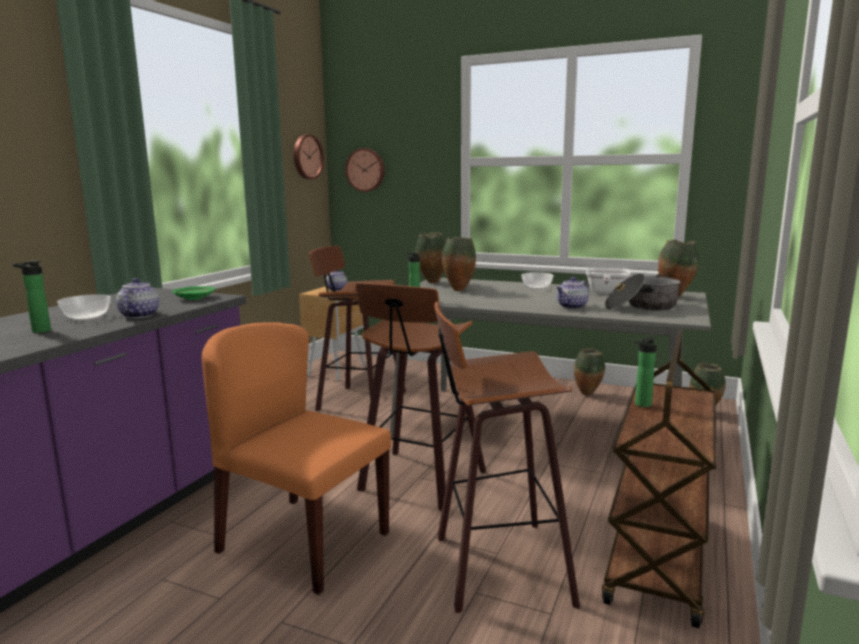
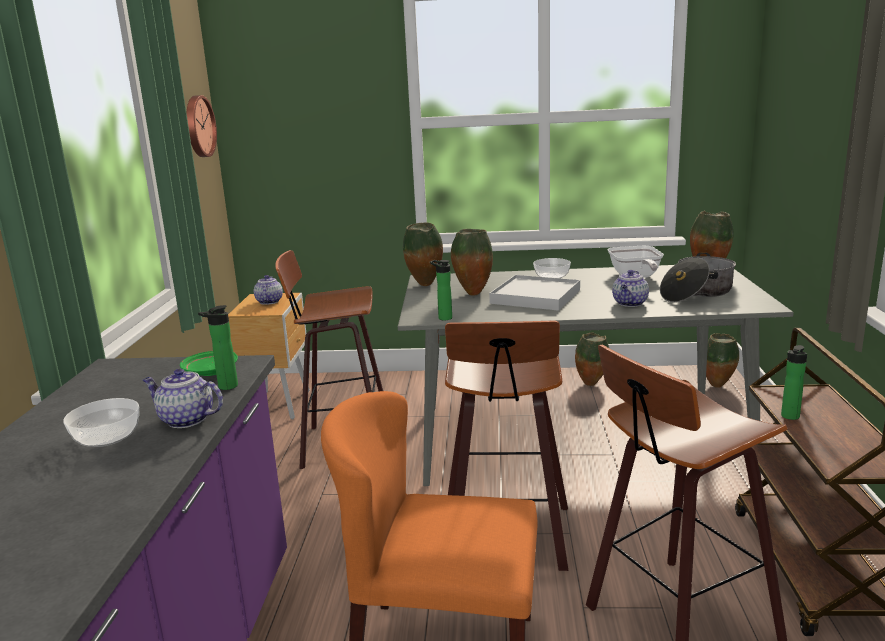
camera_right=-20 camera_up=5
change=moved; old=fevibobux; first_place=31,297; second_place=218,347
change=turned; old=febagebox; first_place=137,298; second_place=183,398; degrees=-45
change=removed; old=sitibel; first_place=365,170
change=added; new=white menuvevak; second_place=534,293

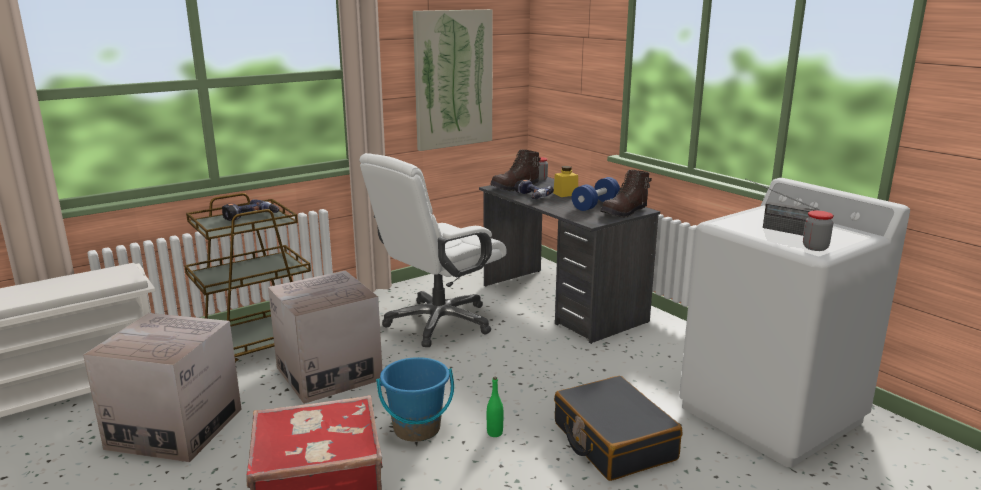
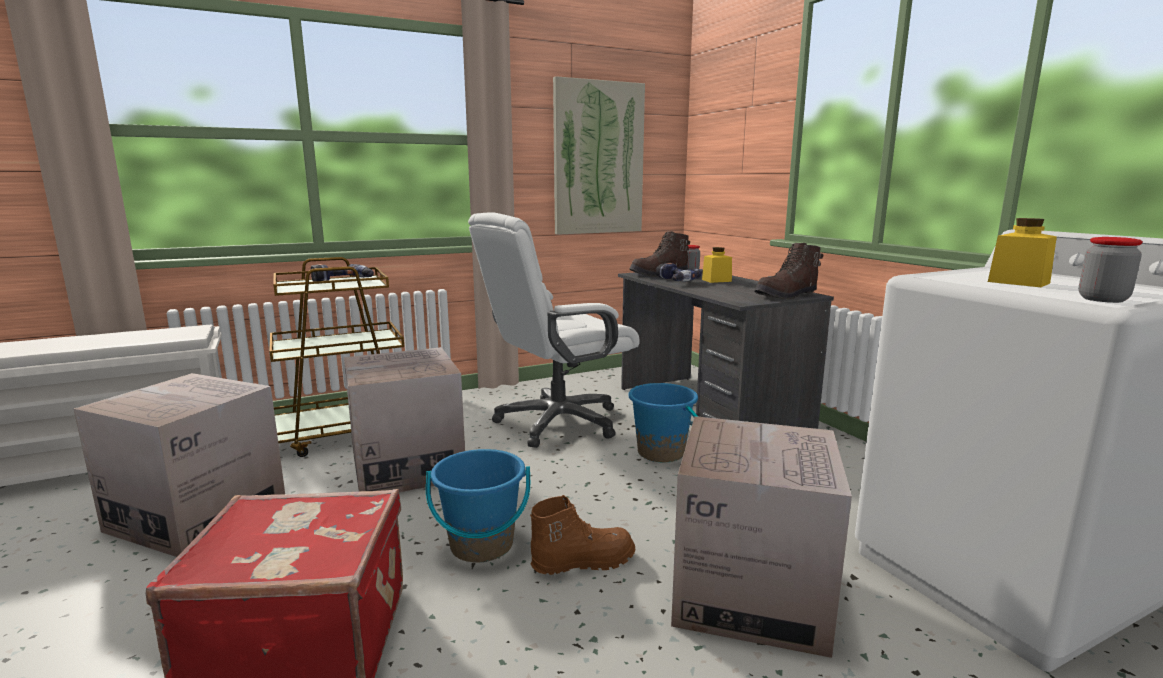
camera_right=10 camera_up=-5
change=replaced; old=green fevibobux; new=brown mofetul; first_place=495,407; second_place=582,535
change=replaced; old=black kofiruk; new=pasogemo; first_place=618,428; second_place=761,537
change=removed; old=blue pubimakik; first_place=596,194
change=replaced; old=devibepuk; new=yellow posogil; first_place=782,207; second_place=1022,252
change=added; new=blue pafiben; second_place=663,422

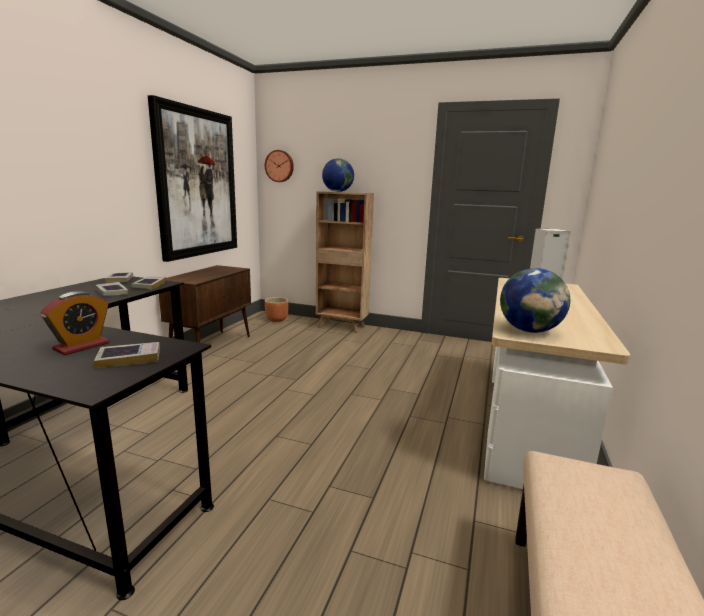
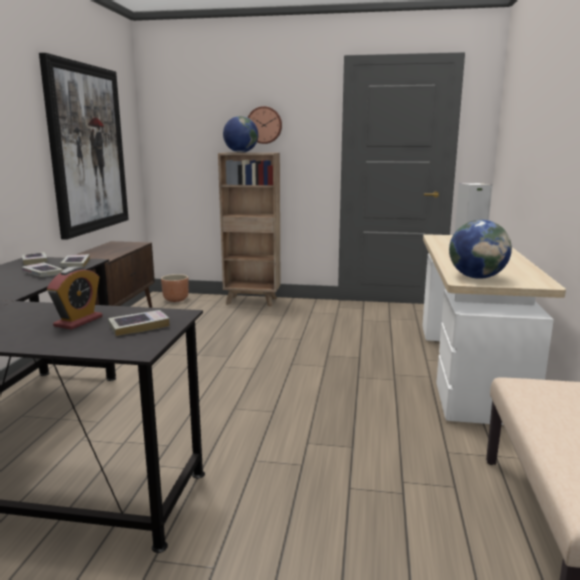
camera_right=-10 camera_up=0
change=moved; old=sitibel; first_place=279,166; second_place=265,125

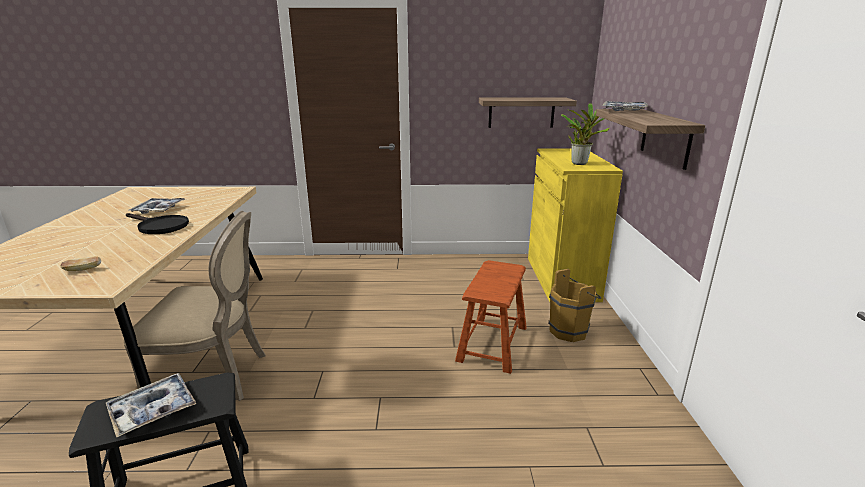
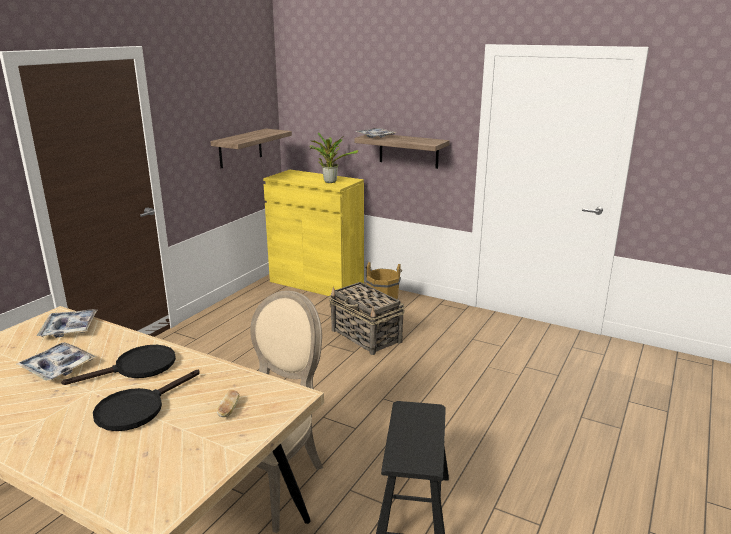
camera_right=-60 camera_up=0
change=moved; old=menuvevak; first_place=151,405; second_place=67,323
change=replaced; old=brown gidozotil; new=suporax; first_place=491,317; second_place=366,318
change=added; new=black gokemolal; second_place=146,400

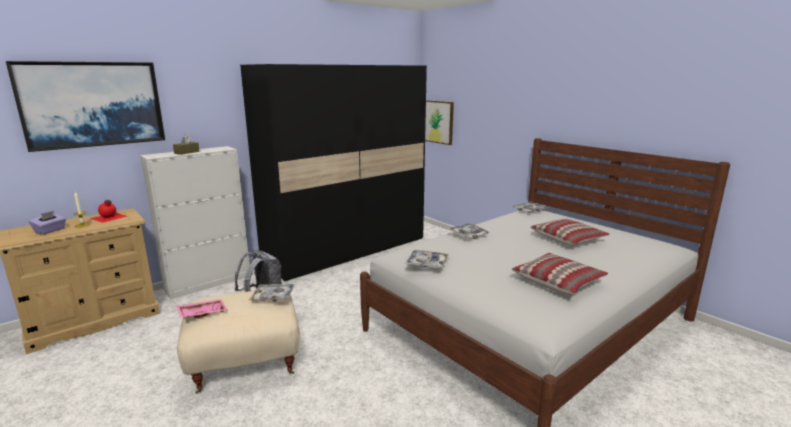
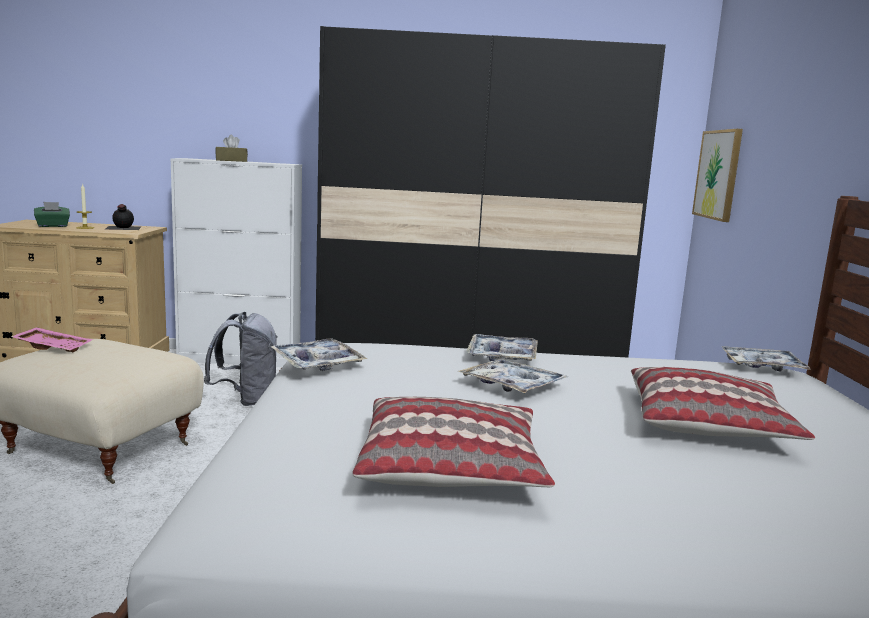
camera_right=40 camera_up=-5
change=removed; old=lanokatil; first_place=85,106
change=recoloured; old=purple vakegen; new=green vakegen; first_place=47,223; second_place=52,214
change=recoloured; old=red fevibobux; new=black fevibobux; first_place=109,211; second_place=122,217
change=moved; old=menuvevak; first_place=272,293; second_place=513,376

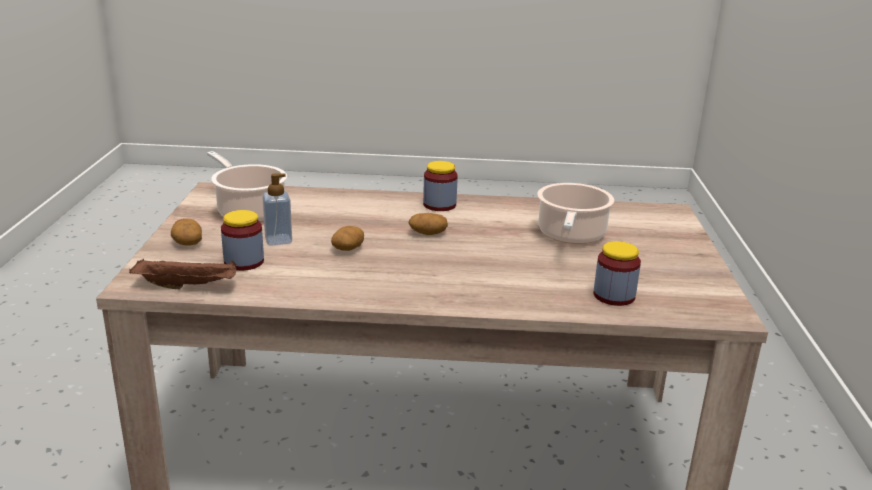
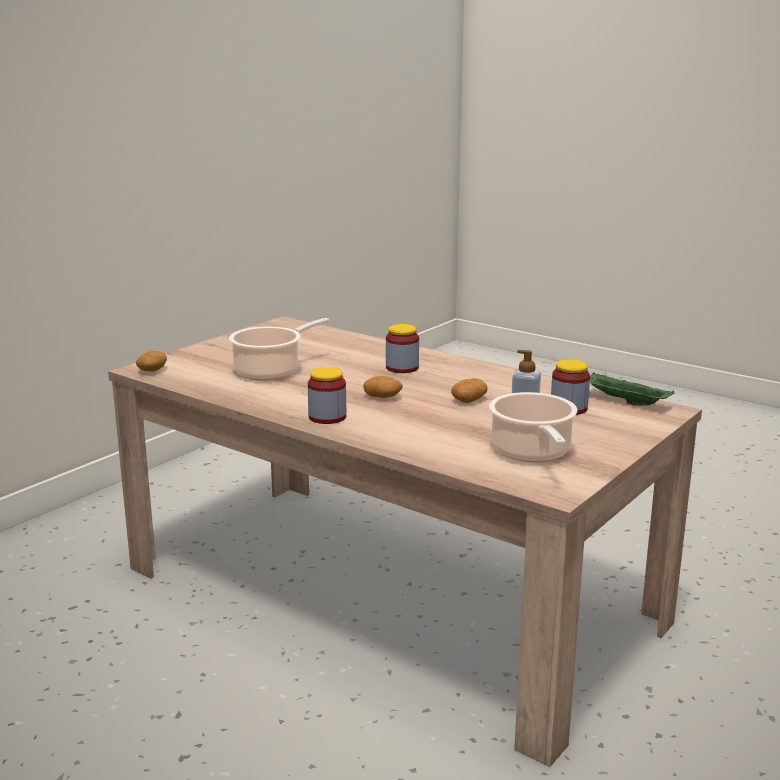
camera_right=-145 camera_up=-5
change=recoloured; old=brown menuvevak; new=green menuvevak; first_place=182,274; second_place=632,389
change=moved; old=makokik; first_place=186,232; second_place=151,361
change=moved; old=posogil; first_place=617,273; second_place=402,348

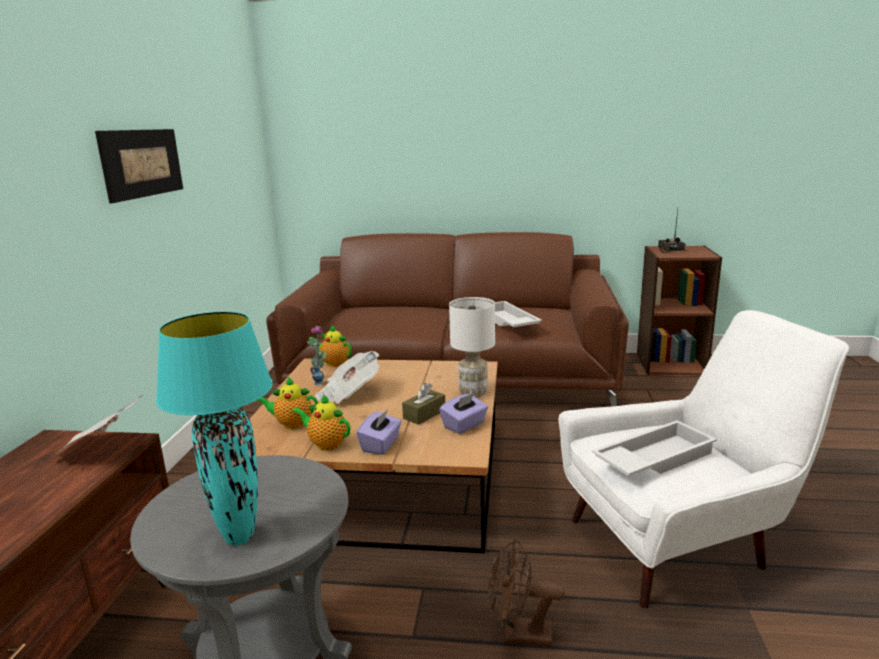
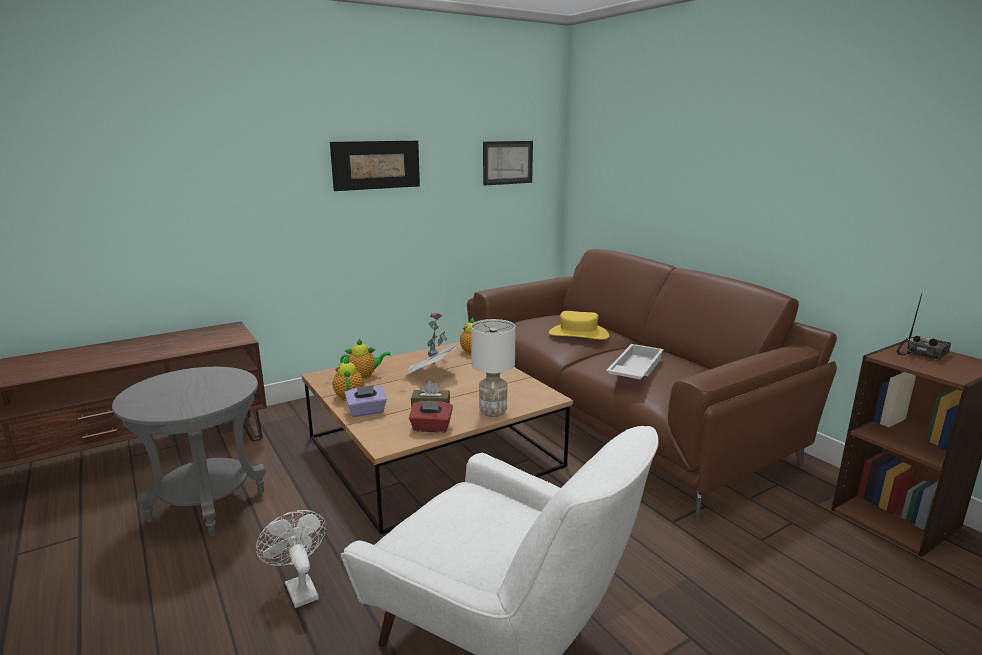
camera_right=50 camera_up=0
change=removed; old=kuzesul; first_place=100,424
change=removed; old=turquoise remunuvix; first_place=214,428
change=turned; old=febagebox; first_place=287,403; second_place=365,359; degrees=120
change=recoloured; old=purple vakegen; new=red vakegen; first_place=463,413; second_place=431,417
change=recoloured; old=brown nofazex; new=white nofazex; first_place=526,593; second_place=291,559
change=removed; old=white menuvevak; first_place=654,448
change=added; new=lanokatil; second_place=508,163
change=added; new=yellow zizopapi; second_place=579,325

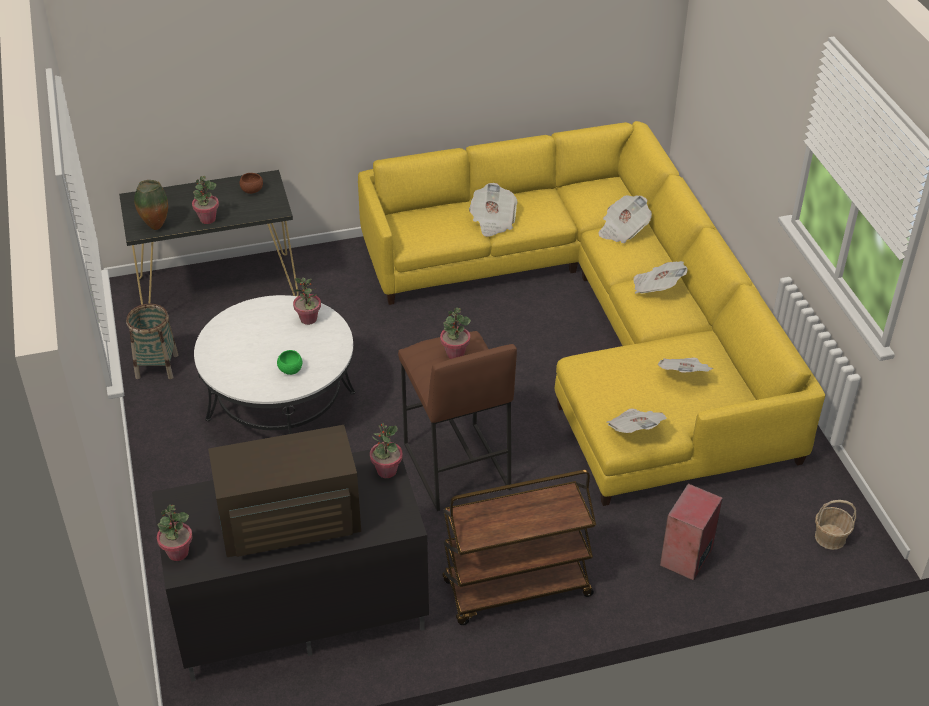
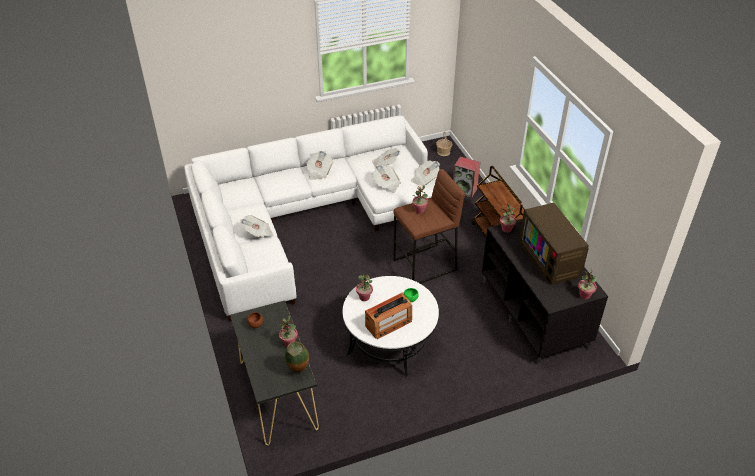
camera_right=-95 camera_up=0
change=removed; old=suporax; first_place=152,341
change=recoloured; old=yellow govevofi; new=white govevofi; first_place=591,313; second_place=310,218
change=moved; old=kuzesul; first_place=625,219; second_place=387,179
change=added; new=devibepuk; second_place=388,316

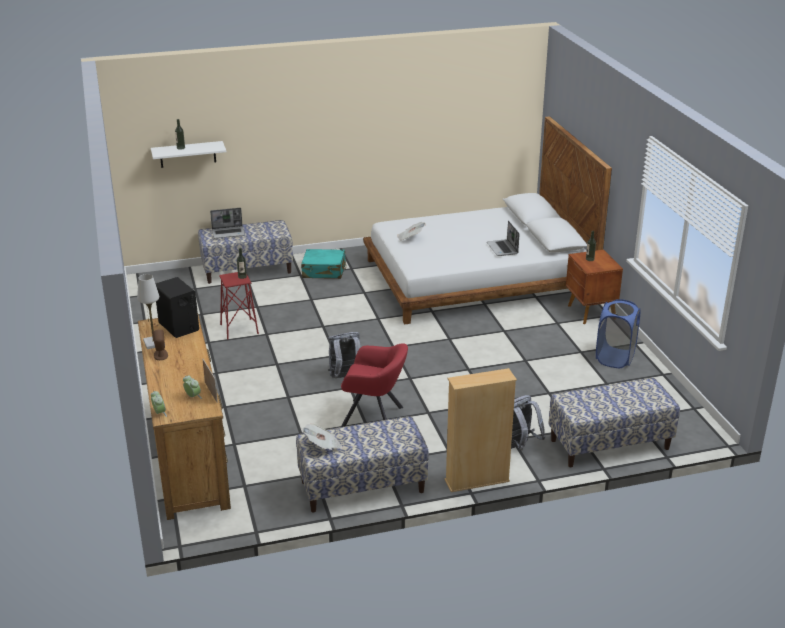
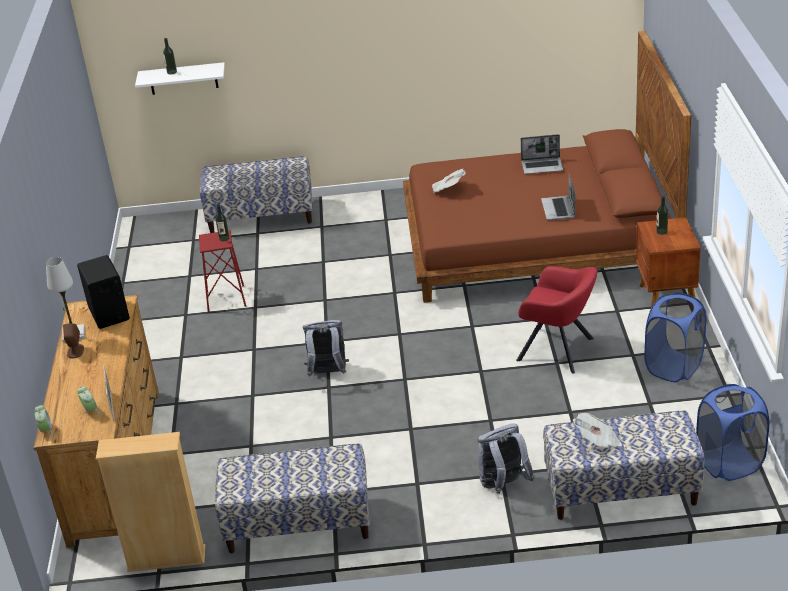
camera_right=15 camera_up=5
change=moved; old=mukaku; first_place=227,223; second_place=542,154
change=removed; old=turquoise kofiruk; first_place=323,264
change=moved; old=kuzesul; first_place=322,437; second_place=597,430
change=moved; old=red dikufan; first_place=374,385; second_place=556,319
change=recoloured; old=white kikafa; new=brown kikafa; first_place=487,220; second_place=547,166
change=moved; old=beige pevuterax; first_place=480,430; second_place=151,502
change=added; new=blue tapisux; second_place=732,432

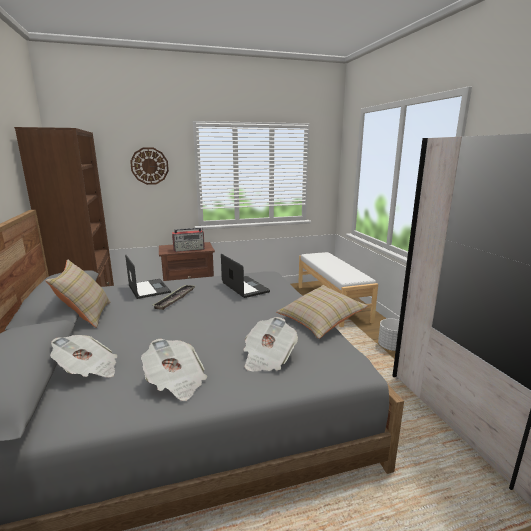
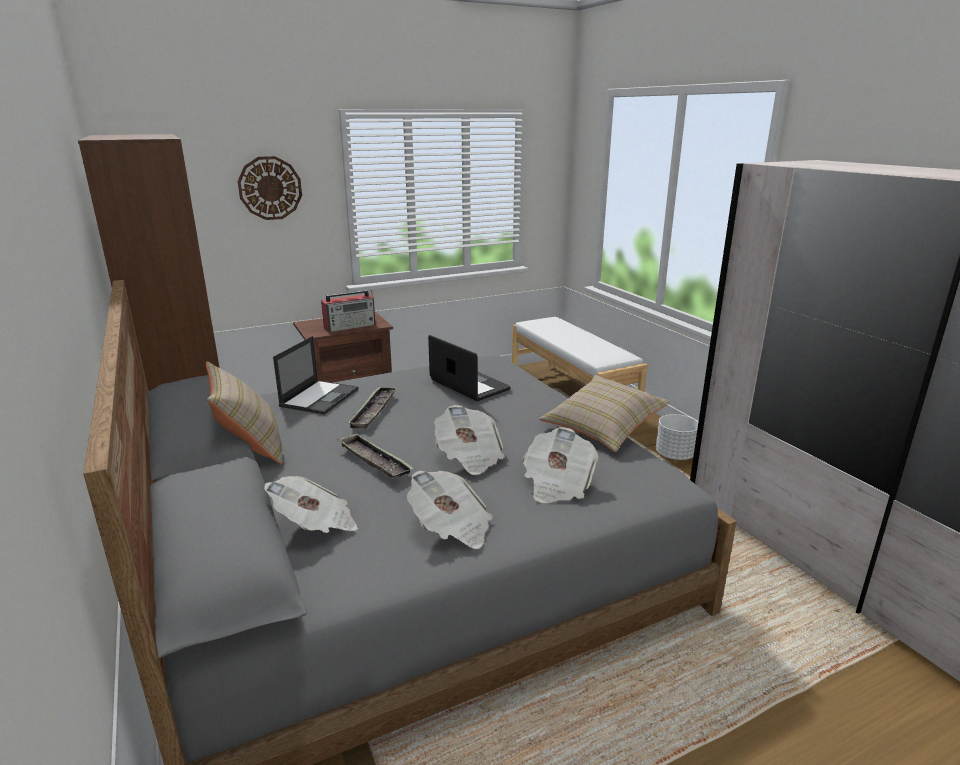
camera_right=-10 camera_up=5
change=turned; old=mukaku; first_place=148,277; second_place=315,375; degrees=60
change=added; new=menuvevak; second_place=375,455
change=added; new=kuzesul; second_place=469,440

